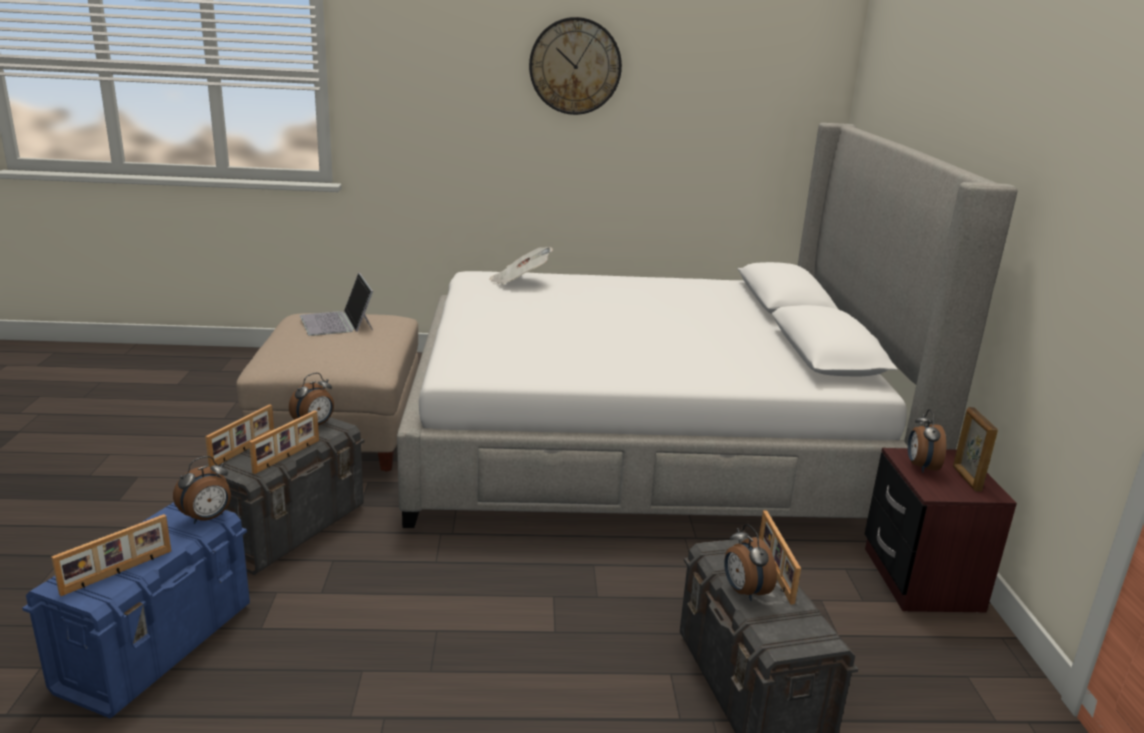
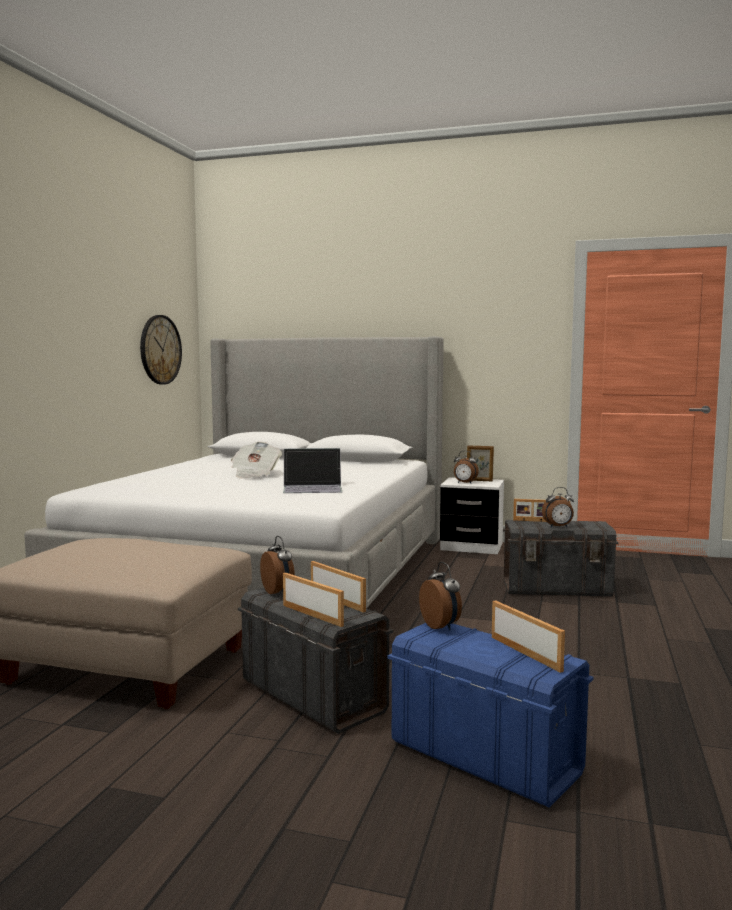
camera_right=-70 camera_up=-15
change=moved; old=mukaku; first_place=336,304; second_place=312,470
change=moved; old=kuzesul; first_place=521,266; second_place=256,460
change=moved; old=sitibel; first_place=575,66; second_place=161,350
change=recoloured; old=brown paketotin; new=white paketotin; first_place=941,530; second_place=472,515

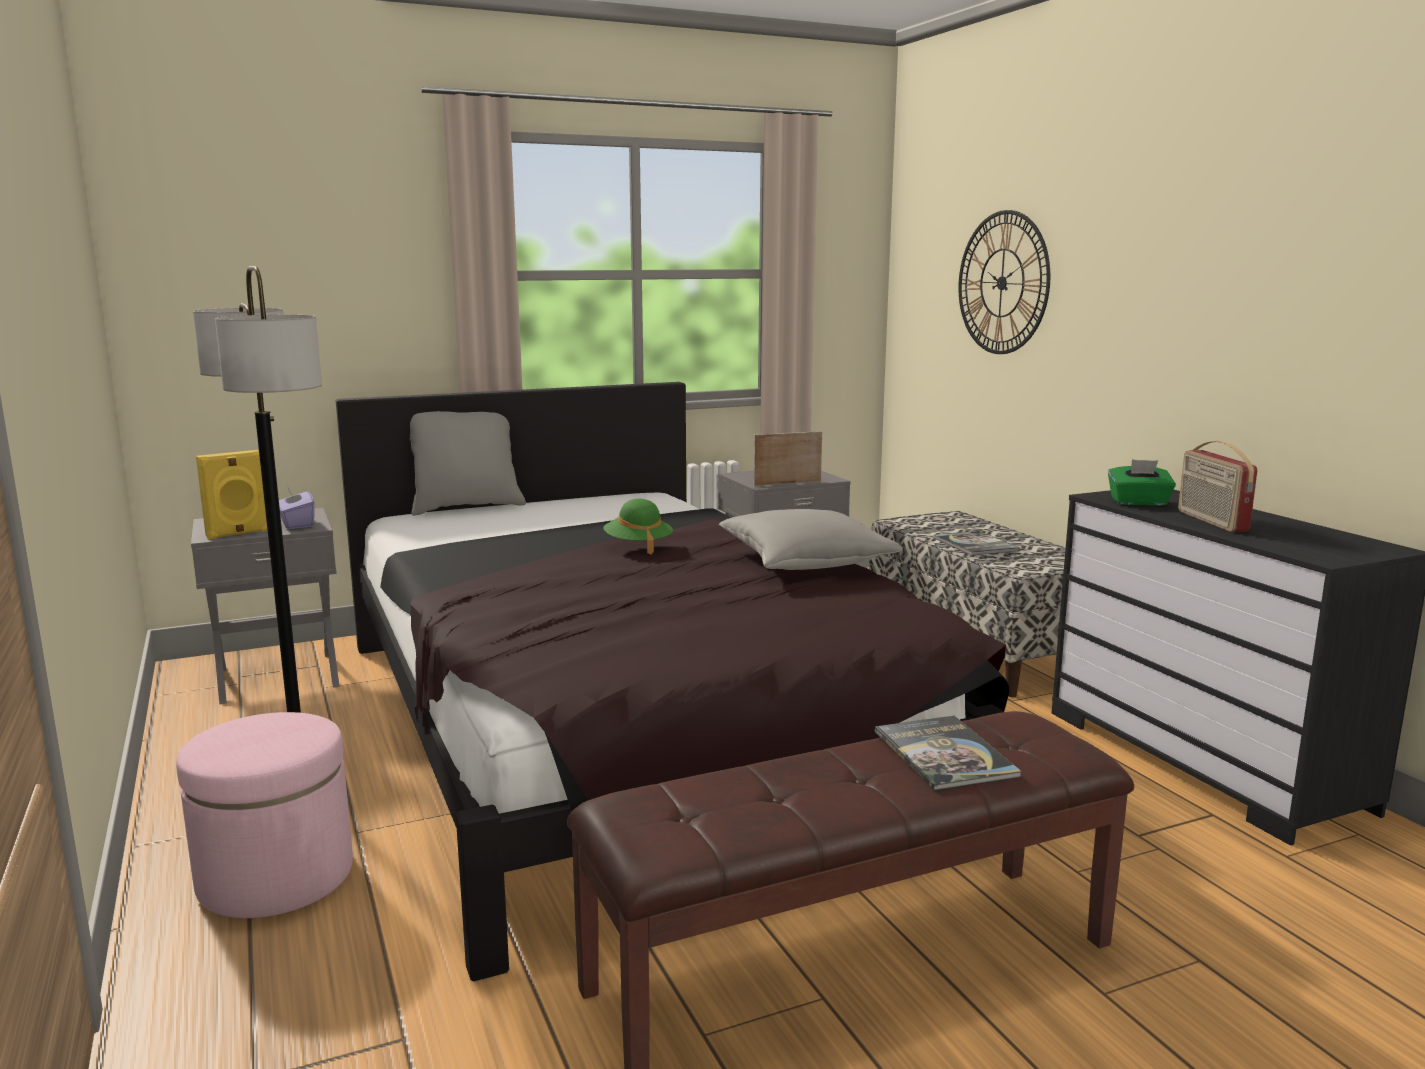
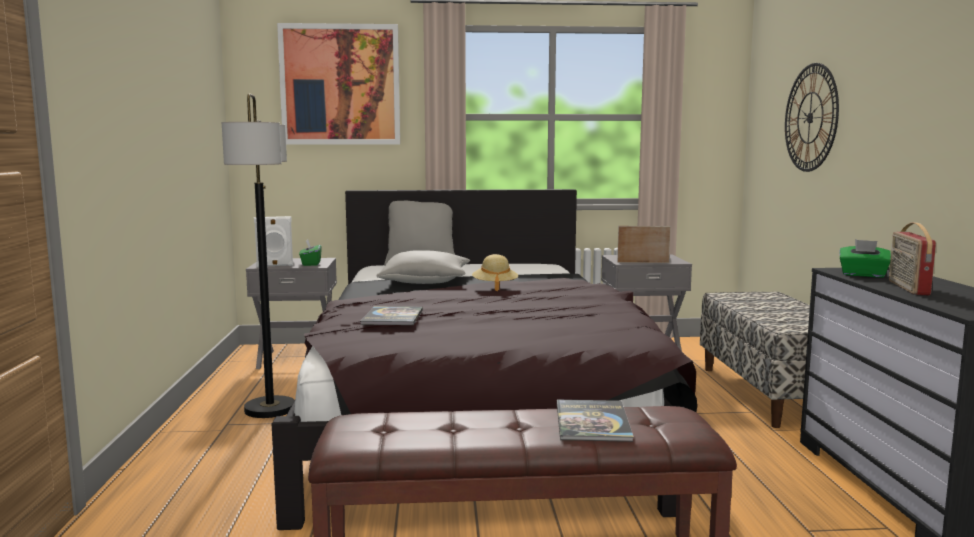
camera_right=20 camera_up=-5
change=removed; old=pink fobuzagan; first_place=264,815
change=recoloured; old=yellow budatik; new=white budatik; first_place=231,494; second_place=274,241
change=recoloured; old=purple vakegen; new=green vakegen; first_place=297,507; second_place=310,253
change=recoloured; old=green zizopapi; new=beige zizopapi; first_place=638,527; second_place=495,272
change=moved; old=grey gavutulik; first_place=811,539; second_place=423,267
change=moved; old=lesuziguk; first_place=977,543; second_place=391,315
change=added; new=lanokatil; second_place=338,83

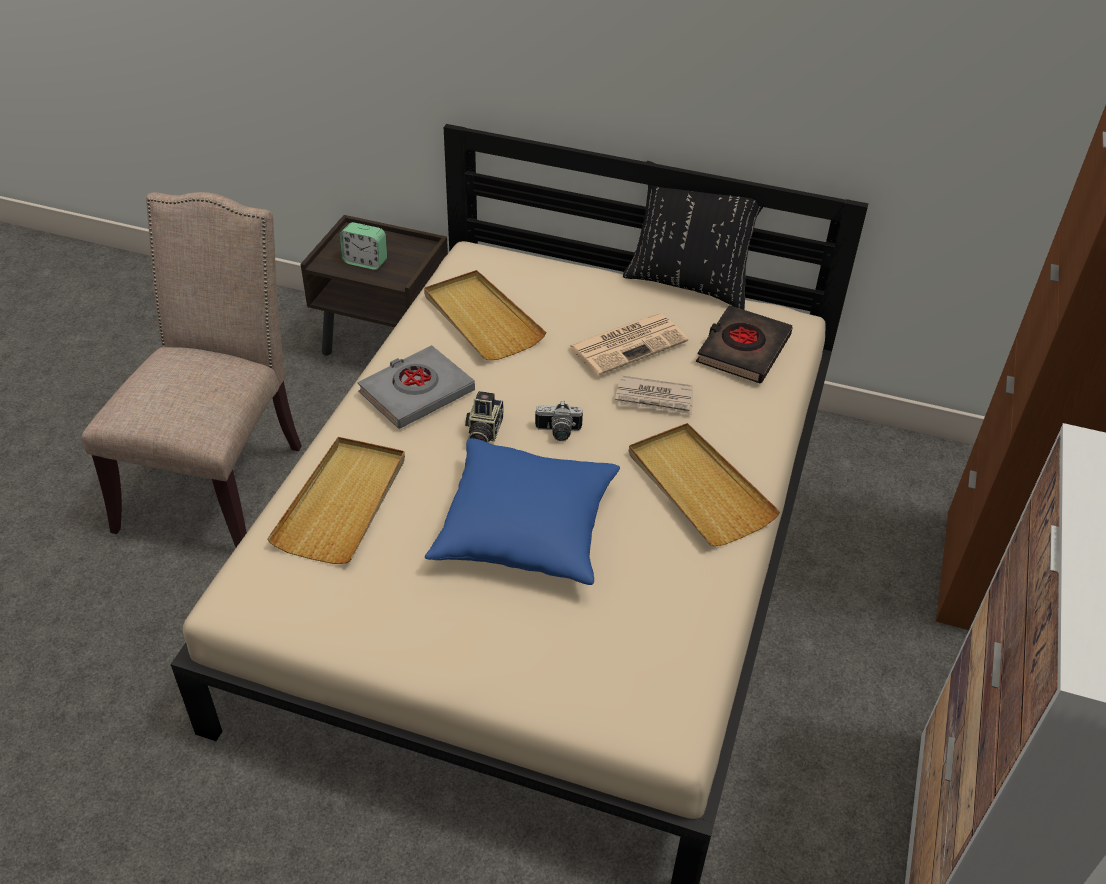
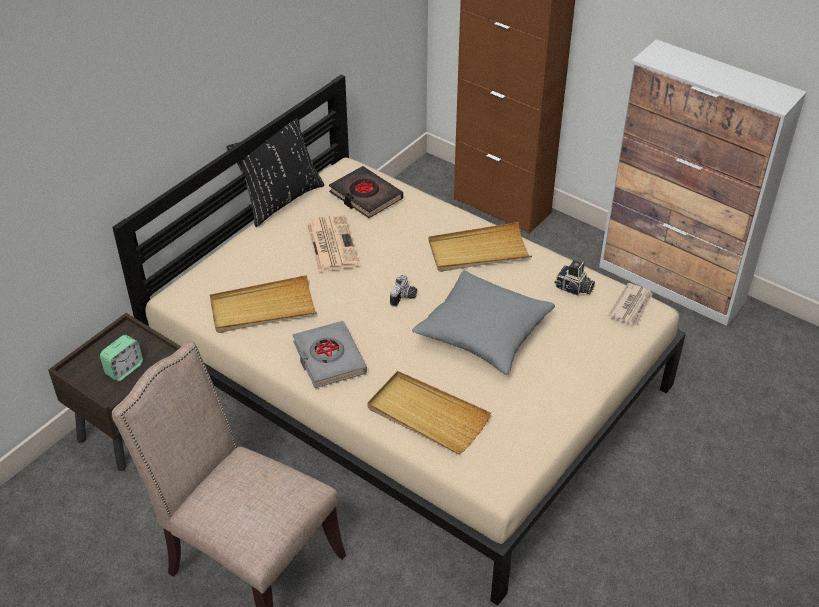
camera_right=-70 camera_up=0
change=recoloured; old=blue gavutulik; new=grey gavutulik; first_place=522,511; second_place=483,322
change=moved; old=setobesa; first_place=484,417; second_place=575,278
change=moved; old=kuzesul; first_place=654,395; second_place=630,304

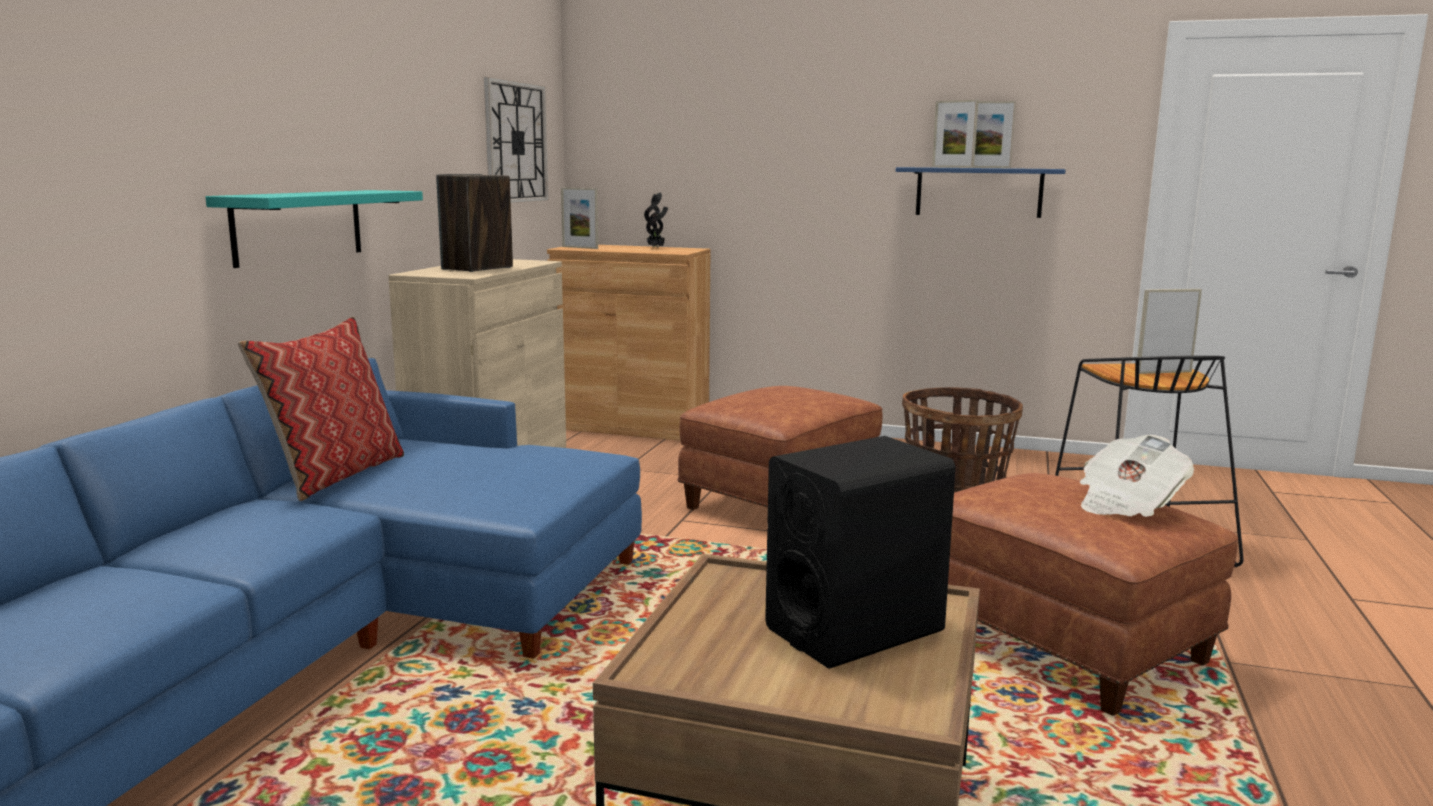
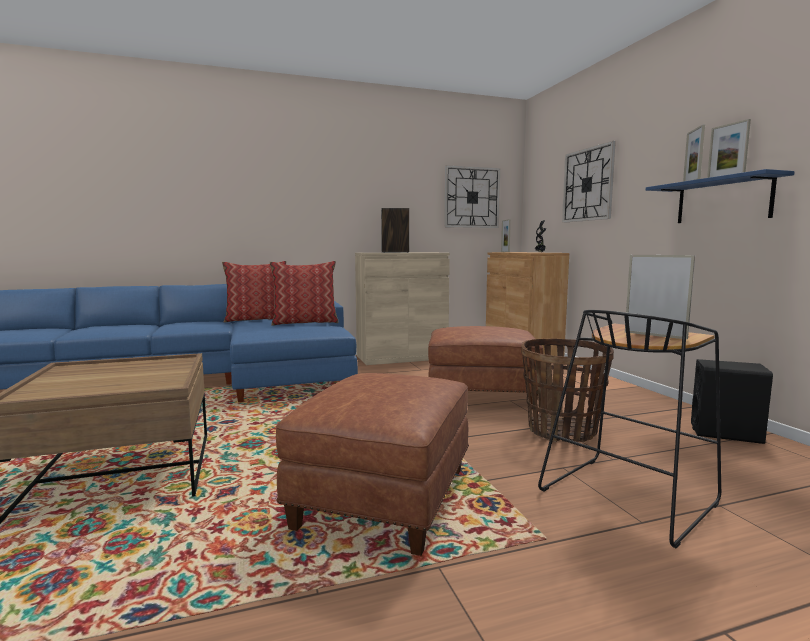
camera_right=55 camera_up=-5
change=removed; old=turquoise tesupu; first_place=314,229
change=moved; old=black budatik; first_place=860,552; second_place=732,401
change=removed; old=kuzesul; first_place=1137,476
change=added; new=gavutulik; second_place=304,293
change=added; new=sitibel; second_place=589,182

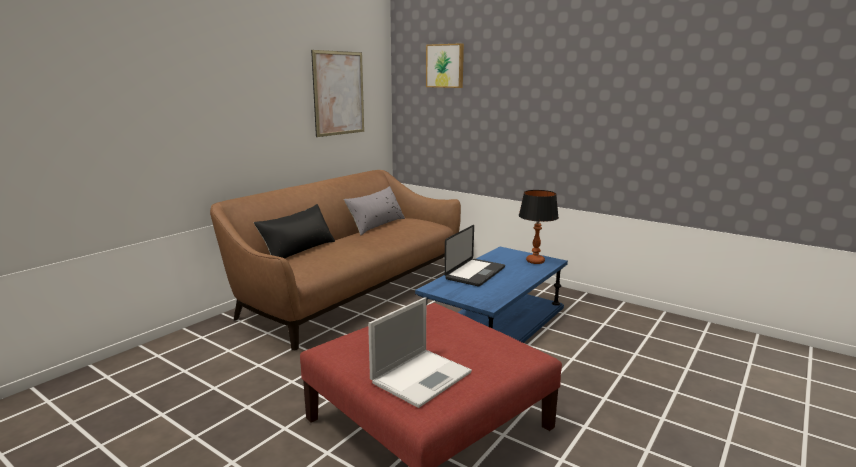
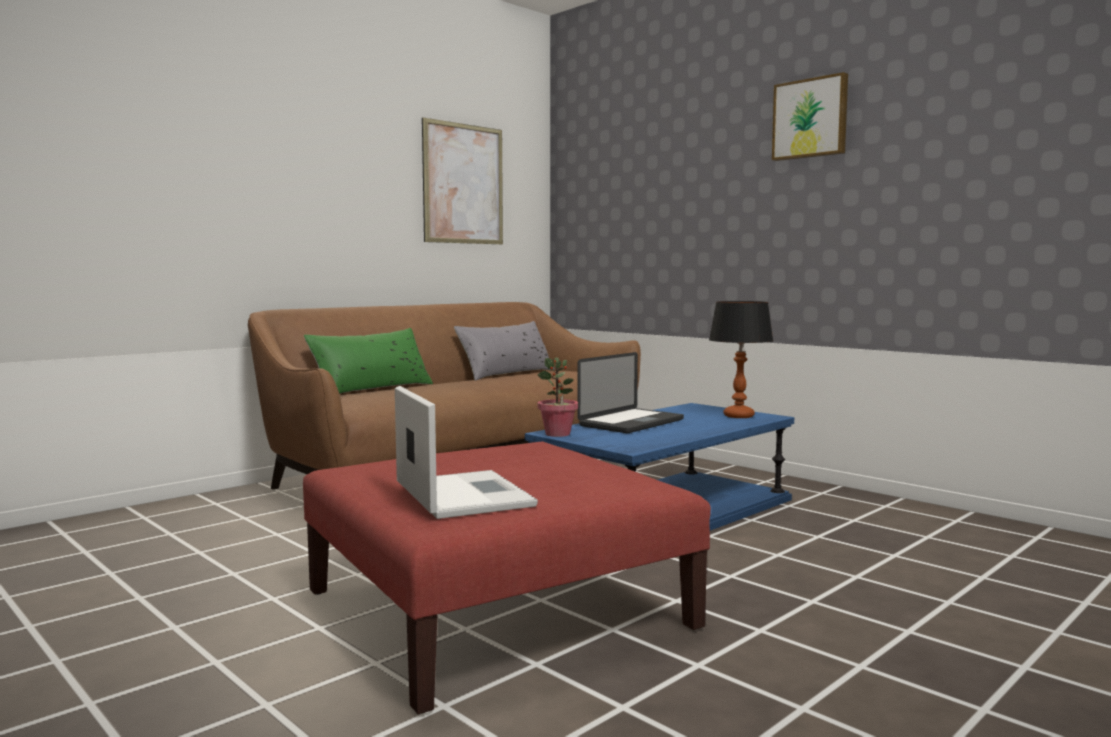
camera_right=10 camera_up=-10
change=recoloured; old=black gavutulik; new=green gavutulik; first_place=294,231; second_place=368,361
change=turned; old=mukaku; first_place=420,352; second_place=466,452; degrees=-75
change=moved; old=lanokatil; first_place=445,65; second_place=810,116
change=added; new=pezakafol; second_place=557,397

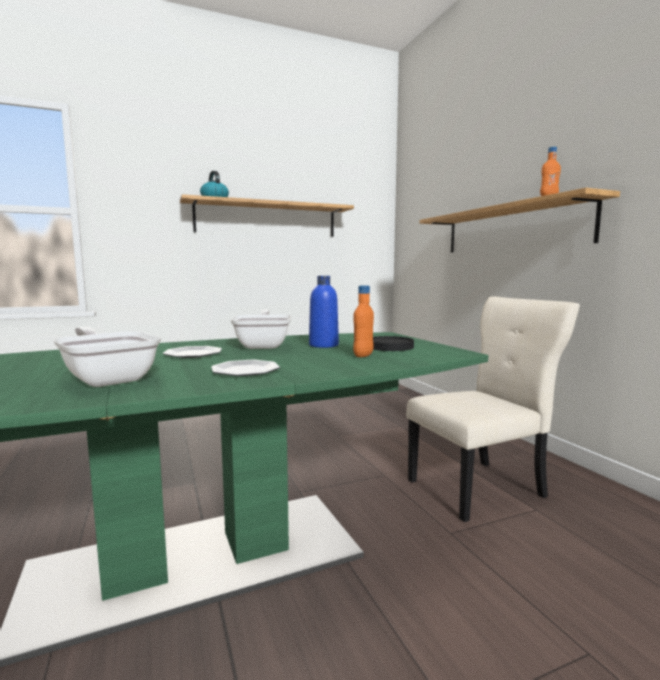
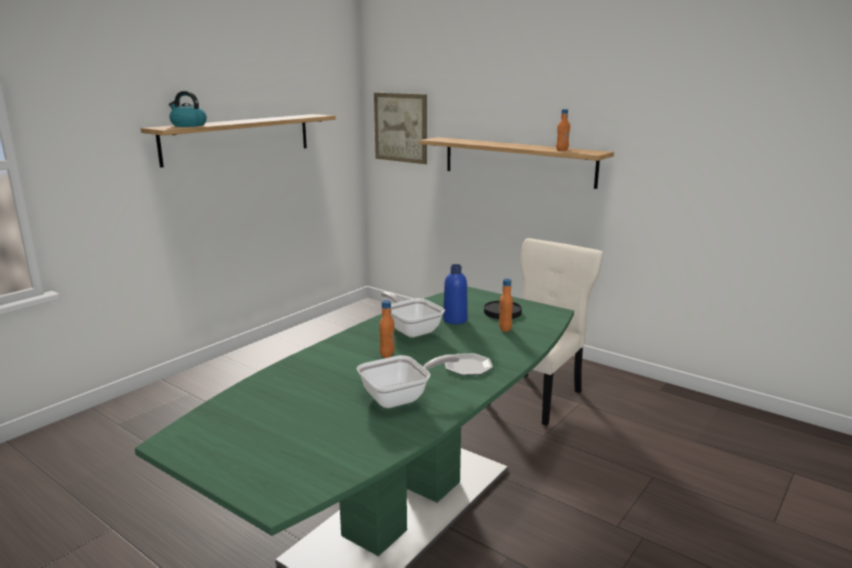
camera_right=-30 camera_up=10
change=turned; old=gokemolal; first_place=107,356; second_place=408,381; degrees=135
change=replaced; old=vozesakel; new=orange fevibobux; first_place=192,352; second_place=387,329
change=added; new=lanokatil; second_place=400,128

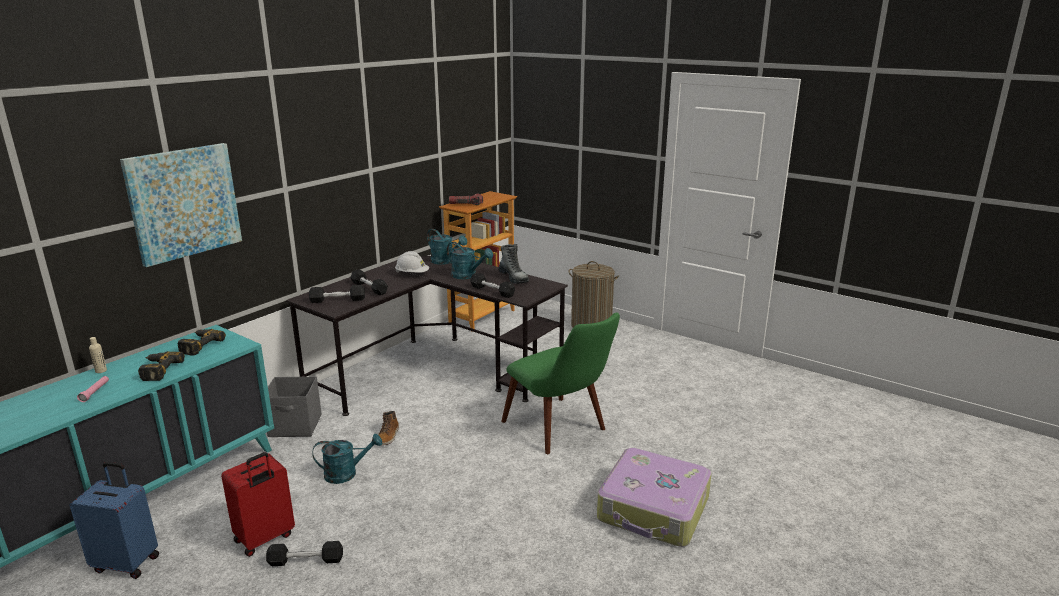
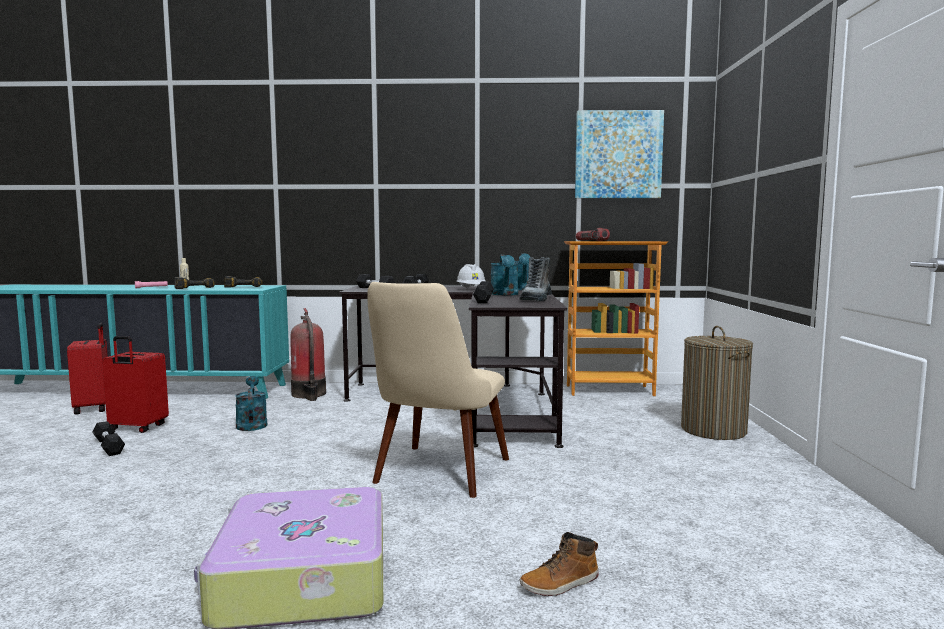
camera_right=55 camera_up=-15
change=recoloured; old=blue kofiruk; new=red kofiruk; first_place=114,520; second_place=87,369
change=moved; old=lanokatil; first_place=181,205; second_place=619,154
change=replaced; old=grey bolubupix; new=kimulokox; first_place=294,406; second_place=308,354
change=turned; old=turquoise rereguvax; first_place=347,459; second_place=251,403; degrees=-150
change=moved; old=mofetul; first_place=388,428; second_place=559,564
change=recoloured; old=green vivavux; new=beige vivavux; first_place=560,383; second_place=438,390

